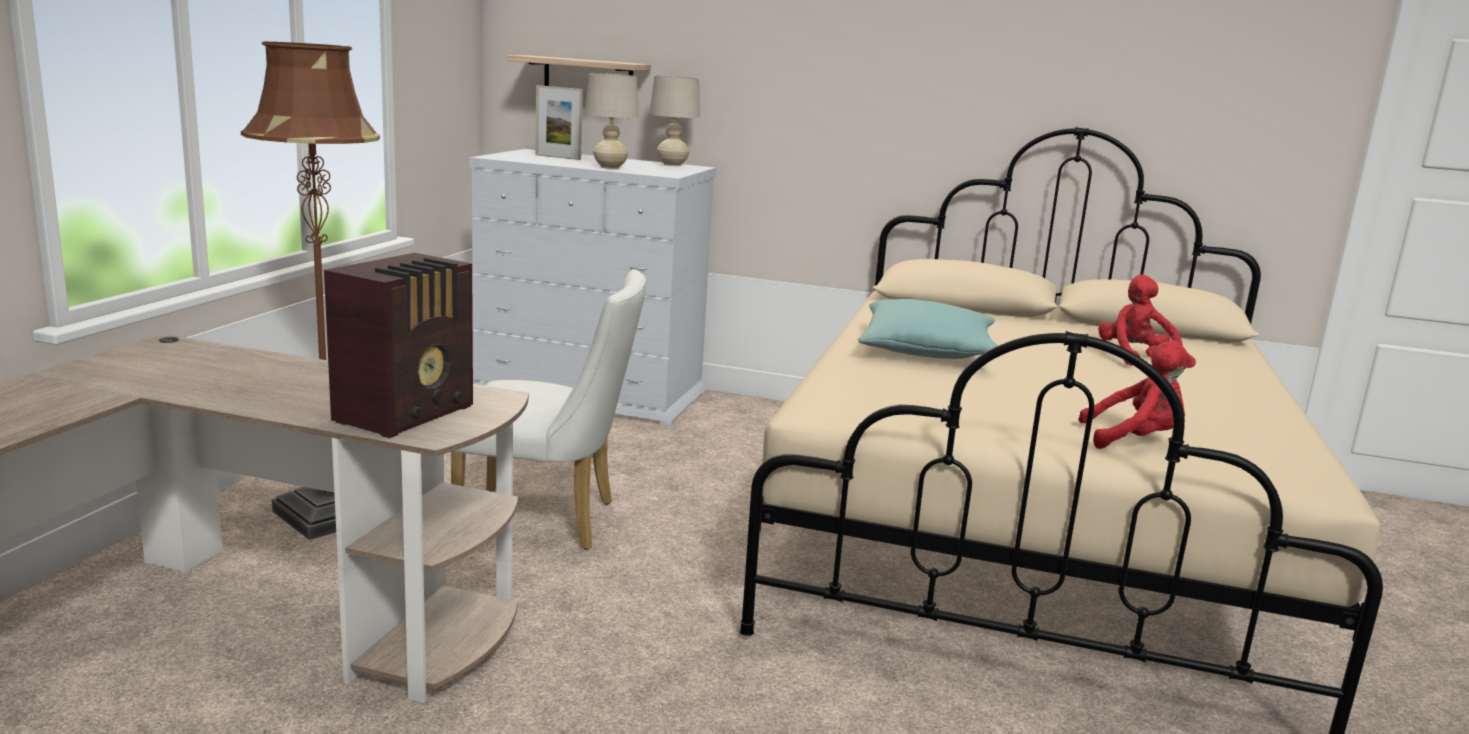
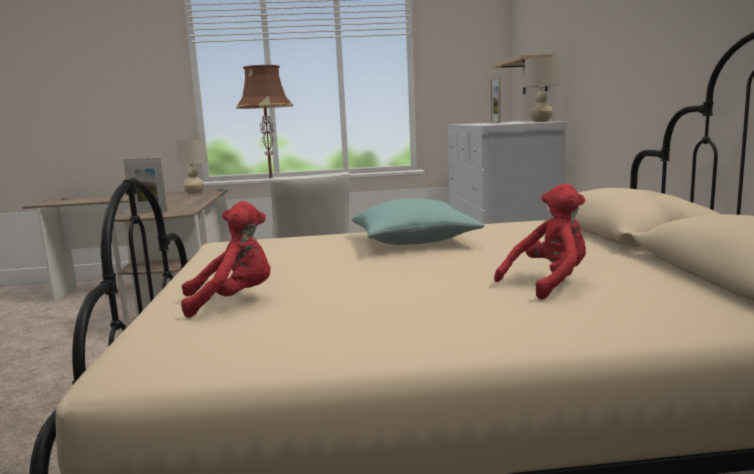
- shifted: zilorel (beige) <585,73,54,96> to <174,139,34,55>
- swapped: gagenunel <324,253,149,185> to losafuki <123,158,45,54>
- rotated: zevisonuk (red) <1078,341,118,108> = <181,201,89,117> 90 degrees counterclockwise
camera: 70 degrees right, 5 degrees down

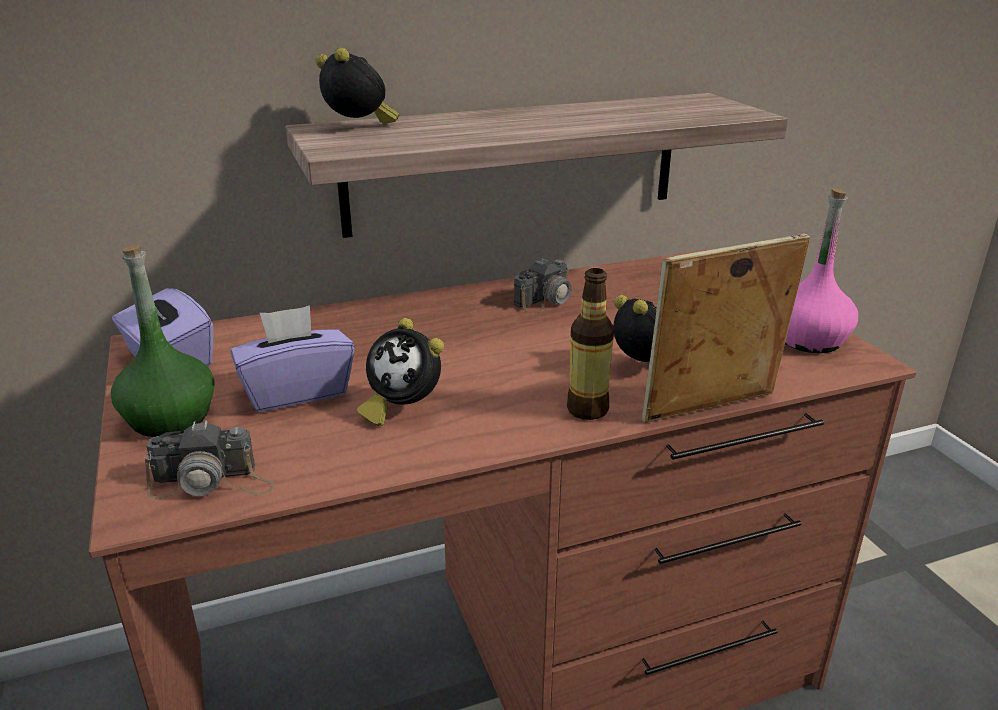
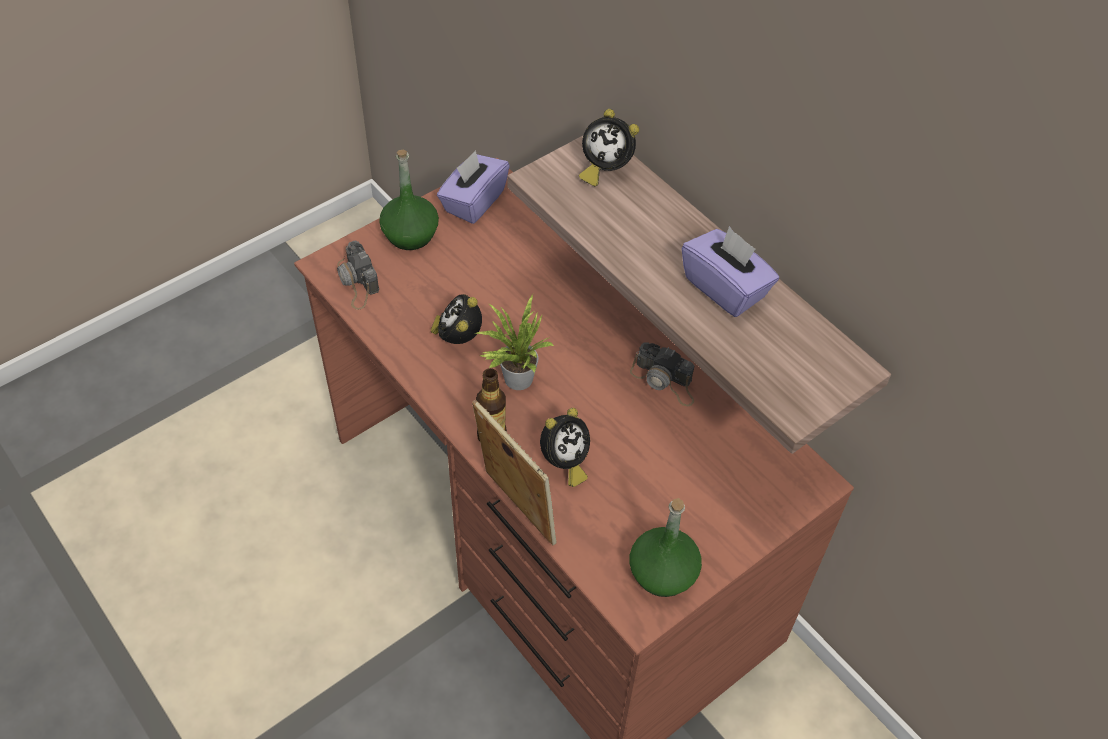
- new: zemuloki <475,294,80,96>
- shifted: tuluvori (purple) <231,306,124,106> to <682,226,97,91>
- repainted: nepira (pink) <785,188,73,165> to nepira (green) <629,498,73,99>
- rotated: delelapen <316,47,84,77> = <579,109,60,77> 90 degrees clockwise
camera: 70 degrees right, 25 degrees up

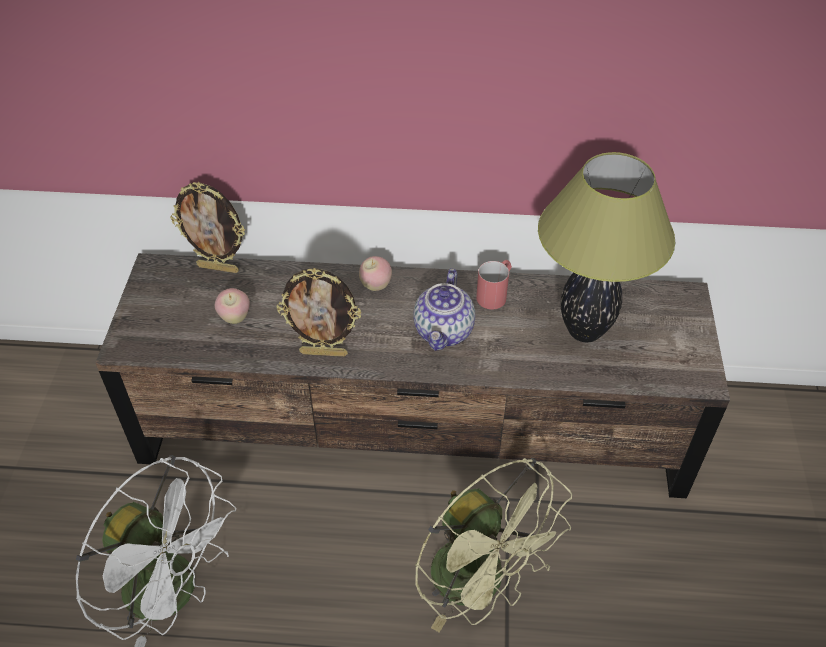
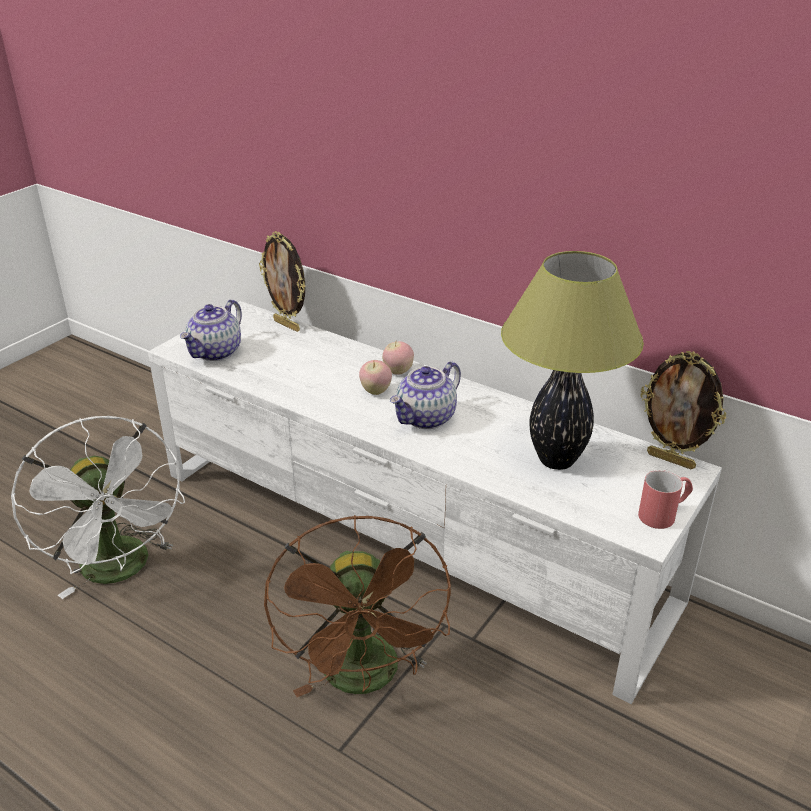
- new: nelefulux <180,300,62,61>
- shifted: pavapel <215,288,35,36> to <359,360,33,35>
- shifted: losafuki <276,268,85,89> to <640,351,86,118>
- shifted: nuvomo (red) <476,260,36,50> to <638,470,55,59>
- repainted: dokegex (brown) <96,253,634,245> to dokegex (white) <148,301,574,403>
- repainted: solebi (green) <415,458,157,174> to solebi (brown) <264,515,187,182>
camera: 30 degrees right, 15 degrees down

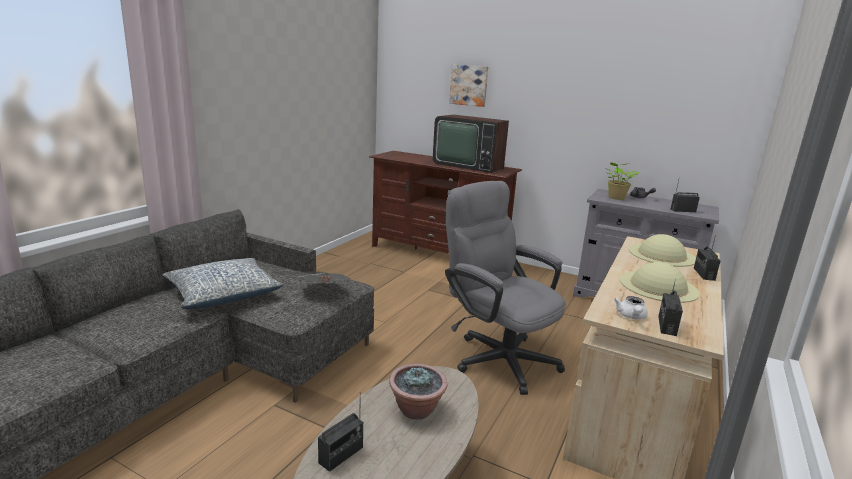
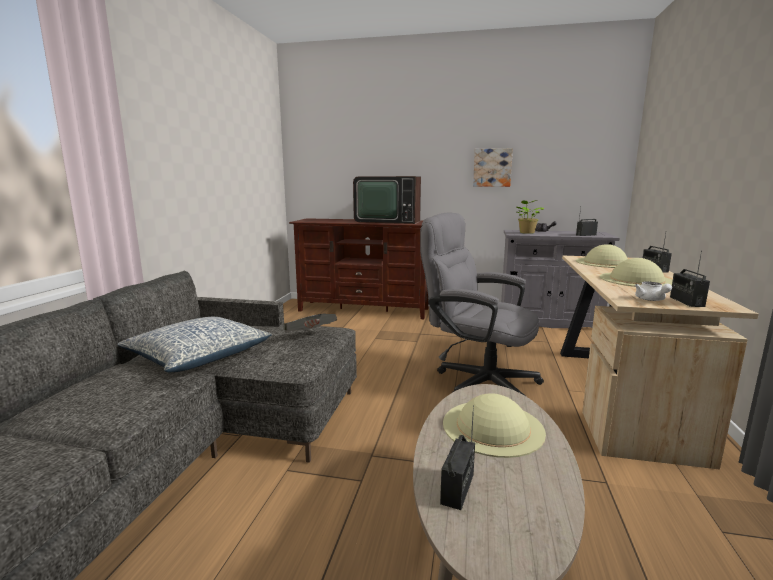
- shifted: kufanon <449,65,39,42> to <473,148,40,39>
- swapped: zemuloki <389,364,58,56> to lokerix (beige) <443,393,103,65>
camera: 15 degrees left, 5 degrees down

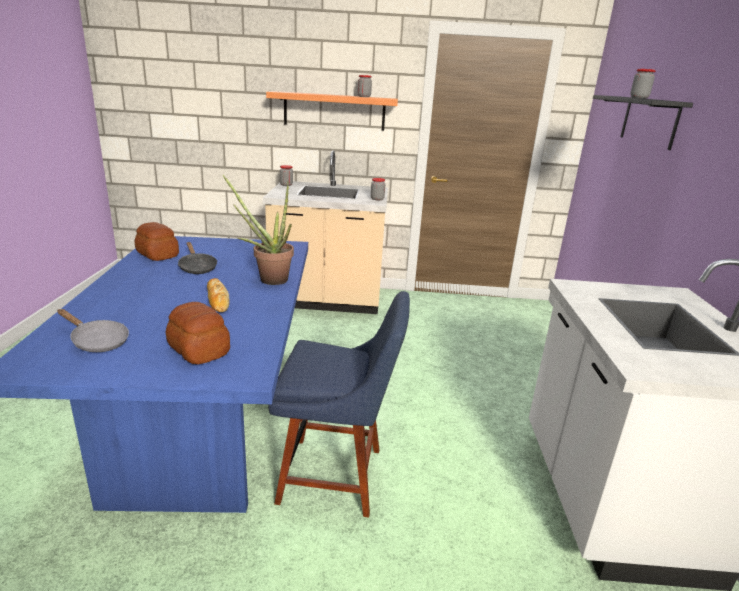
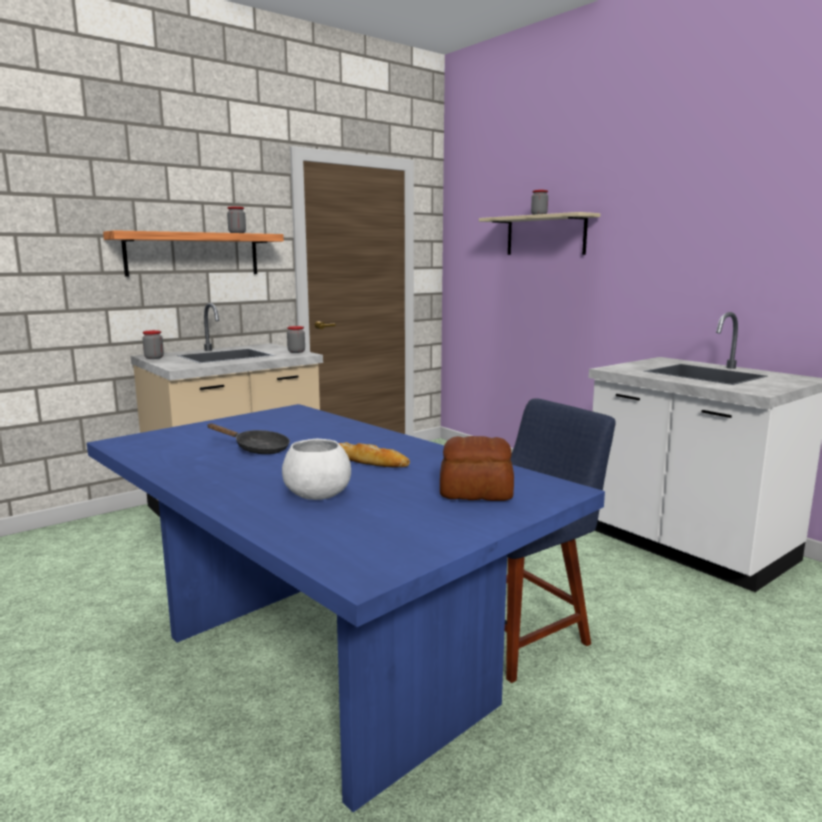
- gone: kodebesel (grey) <57,309,72,43>
- gone: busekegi <134,222,45,39>
- gone: zemuloki <223,175,71,110>
- new: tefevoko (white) <282,439,69,61>
- repainted: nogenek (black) <593,95,100,55> to nogenek (beige) <479,212,121,43>
camera: 40 degrees left, 10 degrees down

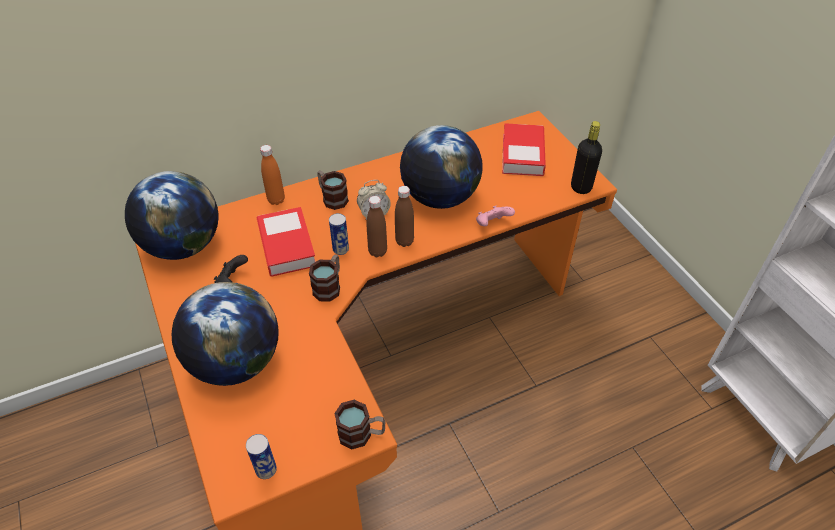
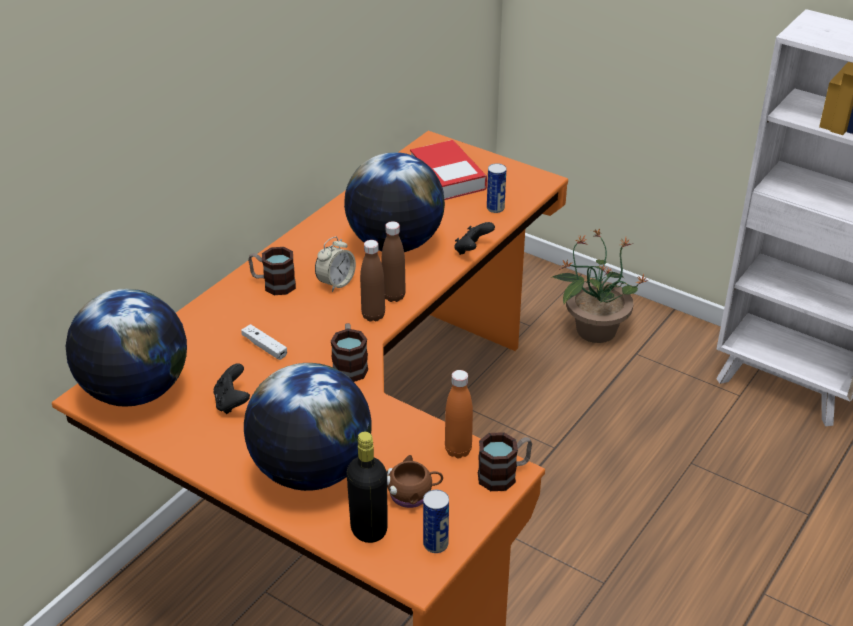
- new: nuvomo (brown) <387,455,56,53>
- new: zemuloki <553,228,95,115>
- shifted: nepira (orange) <260,145,25,60> to <445,370,28,88>
- shifted: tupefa <329,213,20,42> to <487,163,19,50>
- shifted: nepira (black) <571,121,31,73> to <346,432,42,111>
- swapped: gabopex <256,207,60,70> to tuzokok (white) <241,324,46,36>
- repainted: tuzokok (pink) <476,206,39,20> to tuzokok (black) <454,222,41,33>
camera: 30 degrees left, 10 degrees down

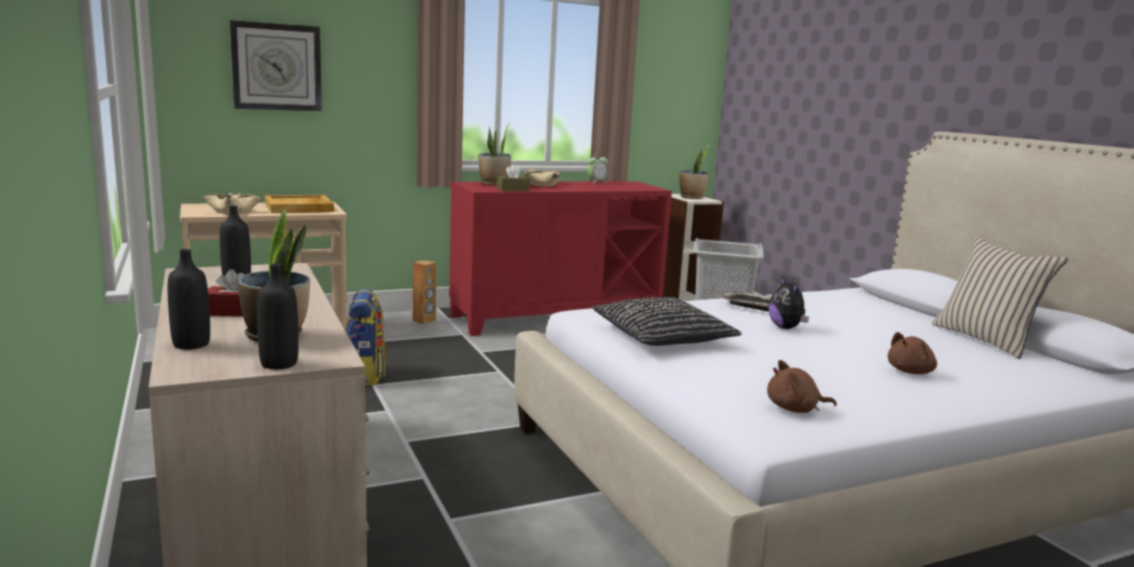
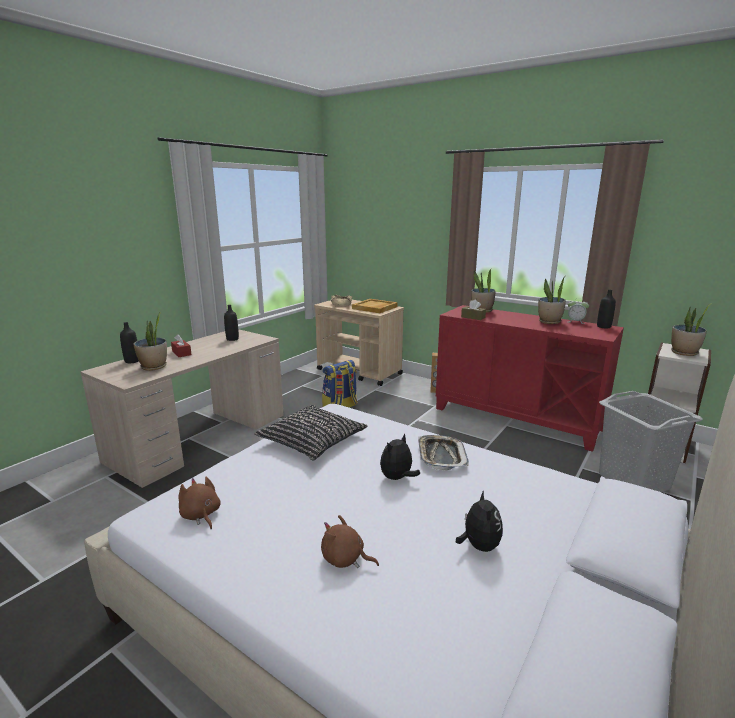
- gone: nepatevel <230,20,92,91>
- gone: tefevoko (beige) <524,169,36,17>
- gone: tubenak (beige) <932,236,136,123>
- new: zevisonuk <456,490,47,62>
- new: zemuloki <538,278,28,46>
- shifted: nepira (black) <257,264,42,105> to <597,290,19,38>
camera: 60 degrees right, 5 degrees up

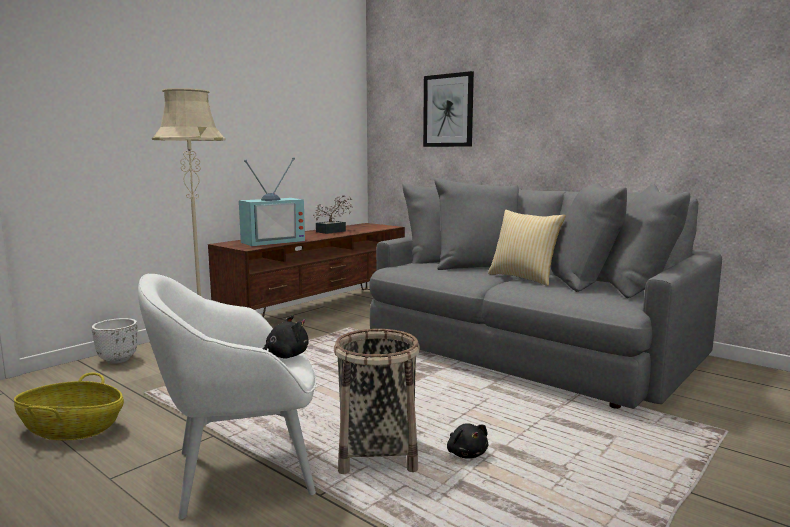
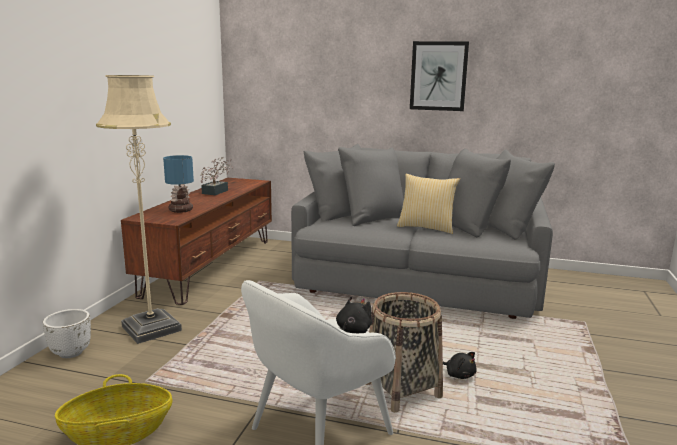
- shifted: kufanon <423,71,51,76> to <410,41,59,70>
- swapped: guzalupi <239,157,66,89> to zilorel <163,155,31,58>
camera: 25 degrees left, 5 degrees up

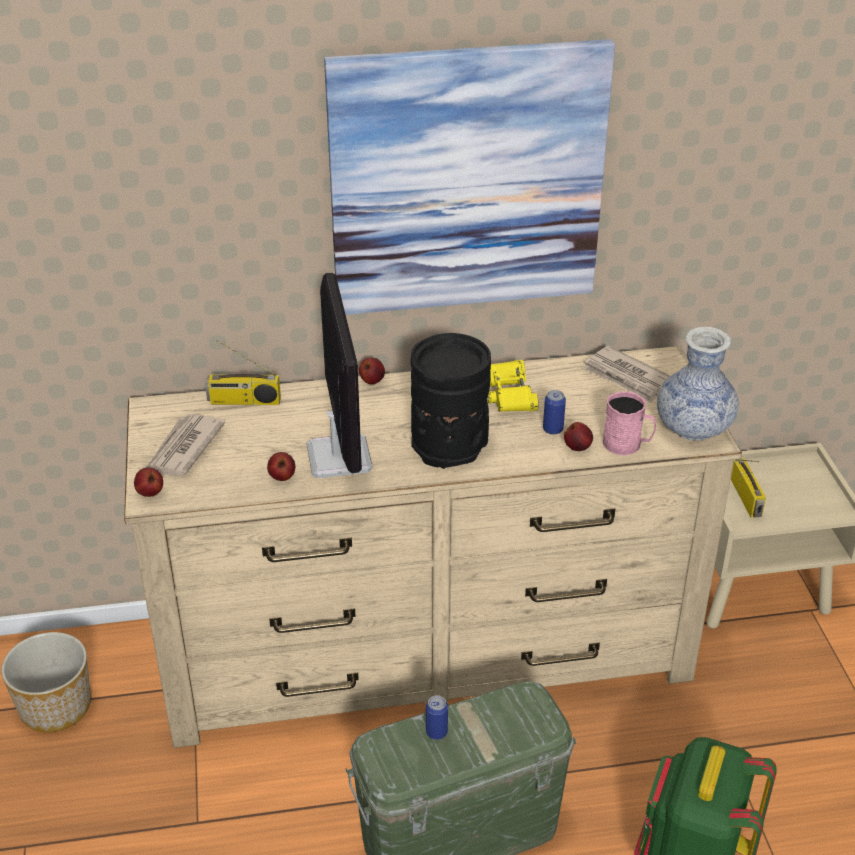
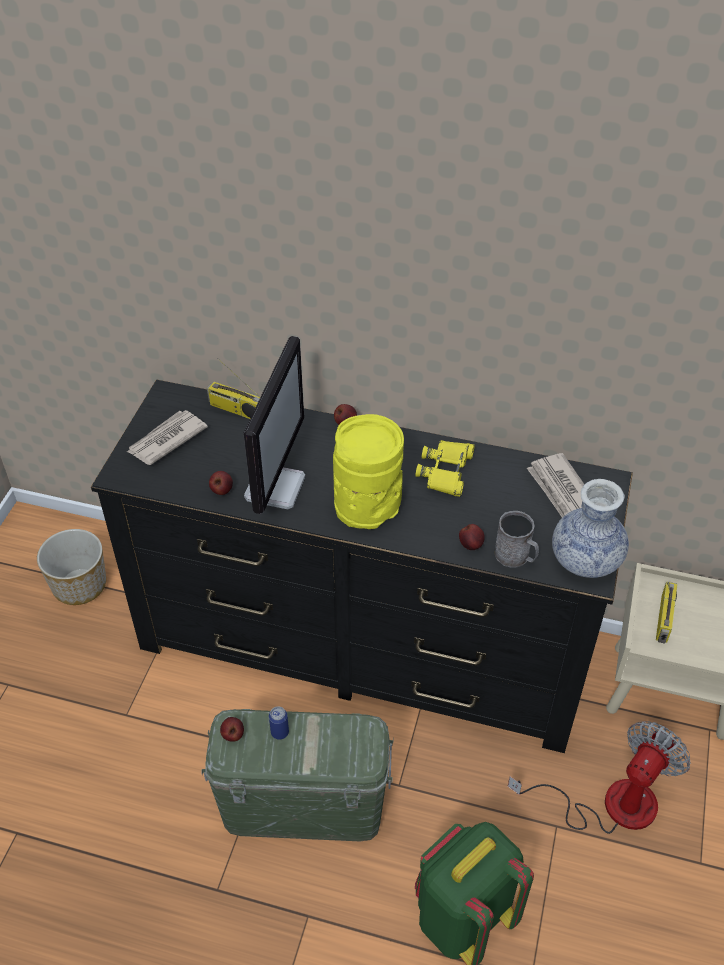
- gone: kufanon <324,39,291,276>
- gone: tupefa <543,390,23,45>
- new: solebi <508,721,183,113>
- shifted: pavapel <134,468,29,29> to <220,717,24,25>
- repainted: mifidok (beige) <124,346,618,402> to mifidok (black) <91,380,542,373>
- repainted: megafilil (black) <411,333,80,136> to megafilil (yellow) <333,414,71,115>
- repainted: nuvomo (pink) <603,391,53,64> to nuvomo (grey) <495,511,44,57>
camera: 25 degrees right, 10 degrees up

